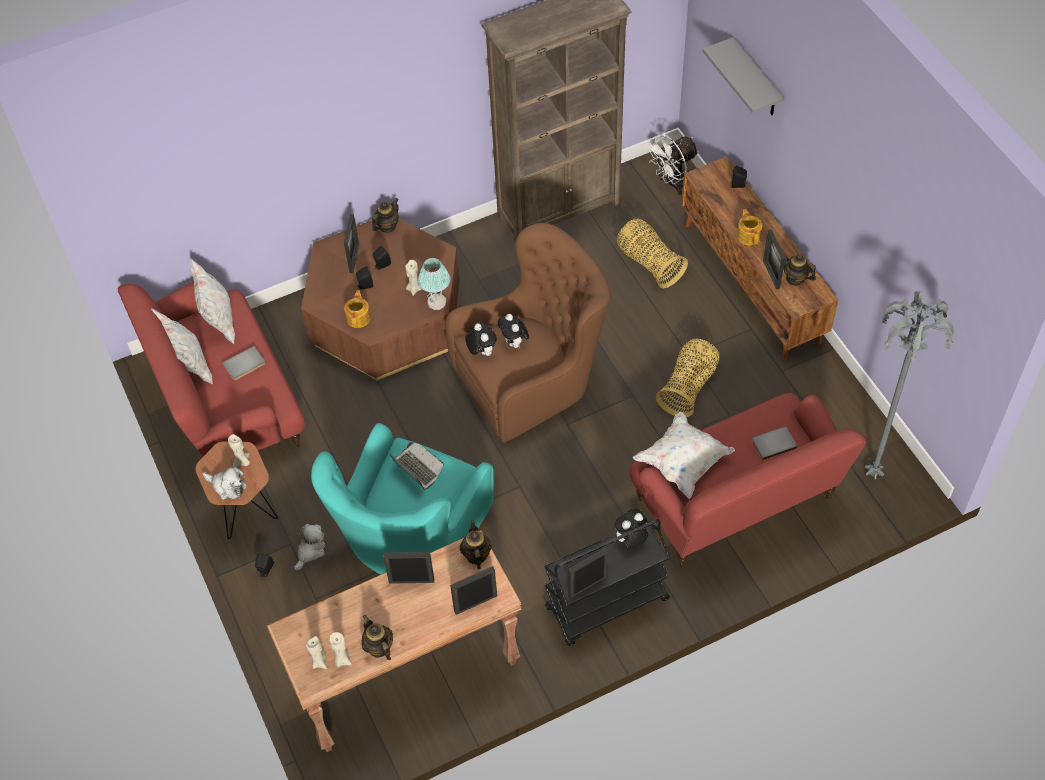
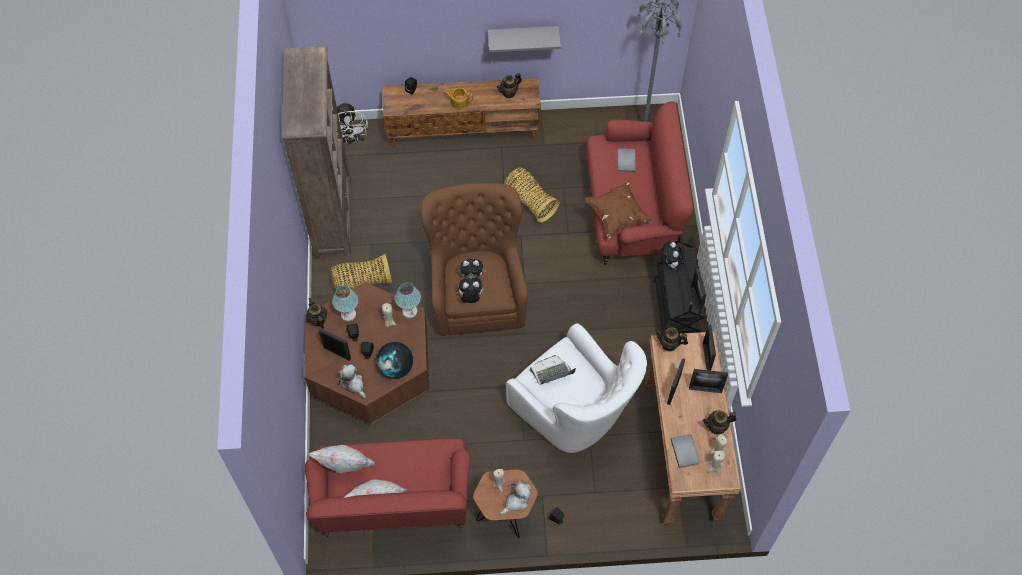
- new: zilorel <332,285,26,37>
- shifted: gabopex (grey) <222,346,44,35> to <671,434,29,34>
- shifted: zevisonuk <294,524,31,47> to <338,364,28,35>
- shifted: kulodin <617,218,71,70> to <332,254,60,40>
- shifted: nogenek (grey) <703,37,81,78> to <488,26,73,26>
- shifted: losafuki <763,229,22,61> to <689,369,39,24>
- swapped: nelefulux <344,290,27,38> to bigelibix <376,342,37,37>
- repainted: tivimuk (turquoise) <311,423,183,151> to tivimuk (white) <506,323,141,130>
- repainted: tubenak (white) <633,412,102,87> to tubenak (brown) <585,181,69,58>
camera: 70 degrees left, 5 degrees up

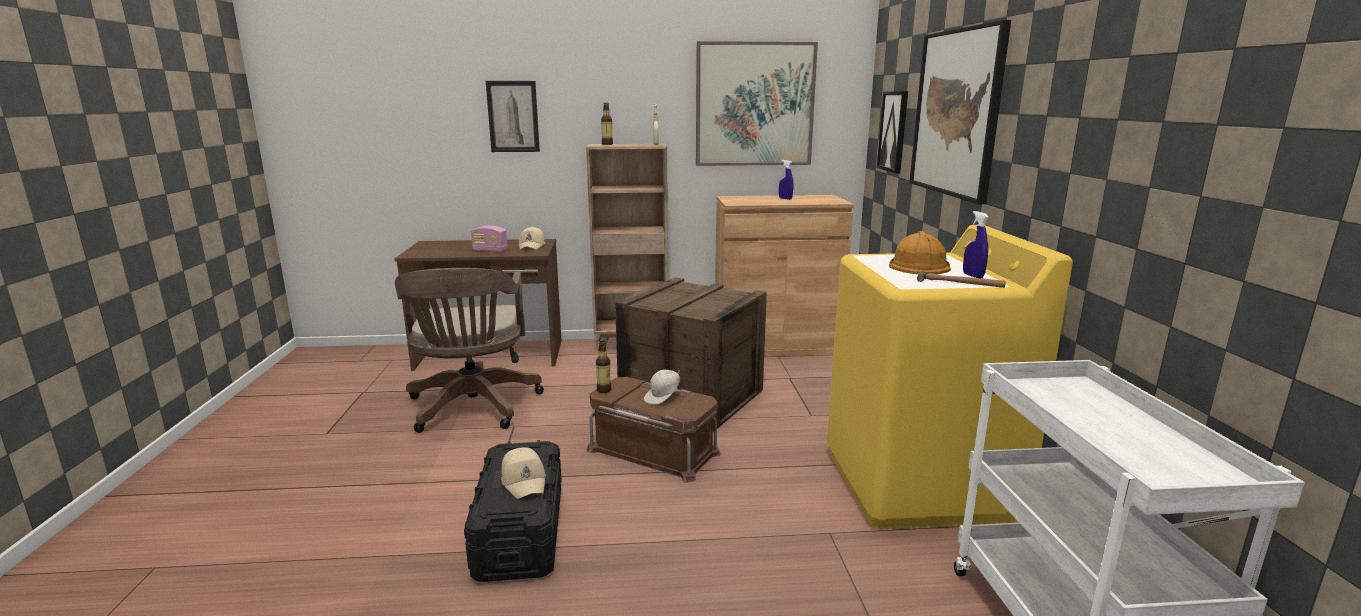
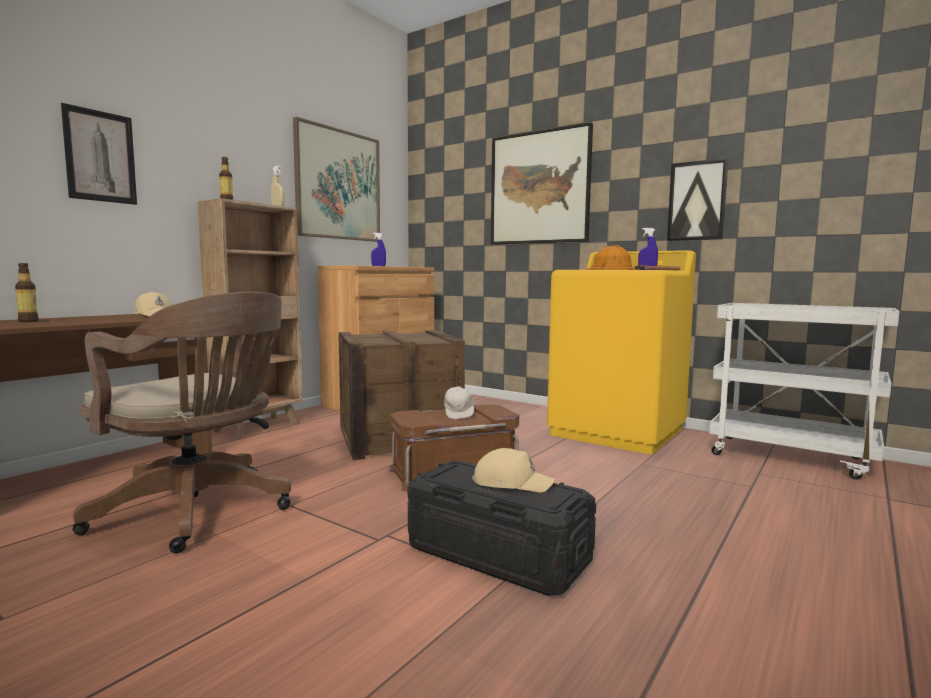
- gone: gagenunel <471,225,37,27>
- shifted: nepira <596,341,15,52> to <15,263,24,59>
- shifted: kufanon <877,91,31,82> to <667,158,62,83>
camera: 50 degrees left, 10 degrees down

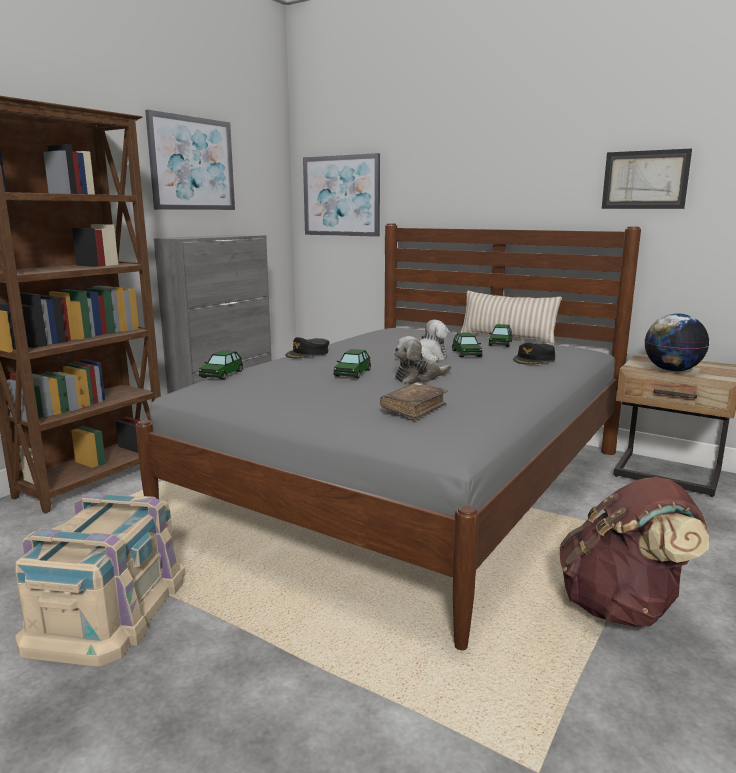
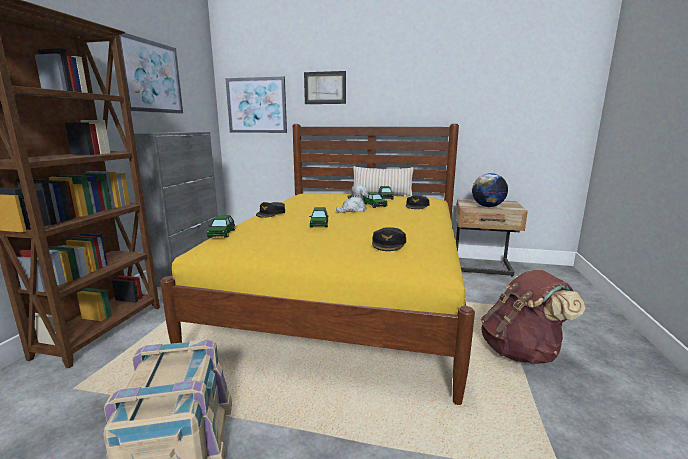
- gone: zevisonuk <394,336,57,48>
- shifted: kufanon <602,148,90,61> to <304,71,42,33>
- swapped: gabopex (brown) <380,383,68,37> to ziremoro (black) <372,227,34,24>
- repainted: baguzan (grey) <136,223,505,427> to baguzan (yellow) <160,124,315,281>
camera: 20 degrees left, 0 degrees up

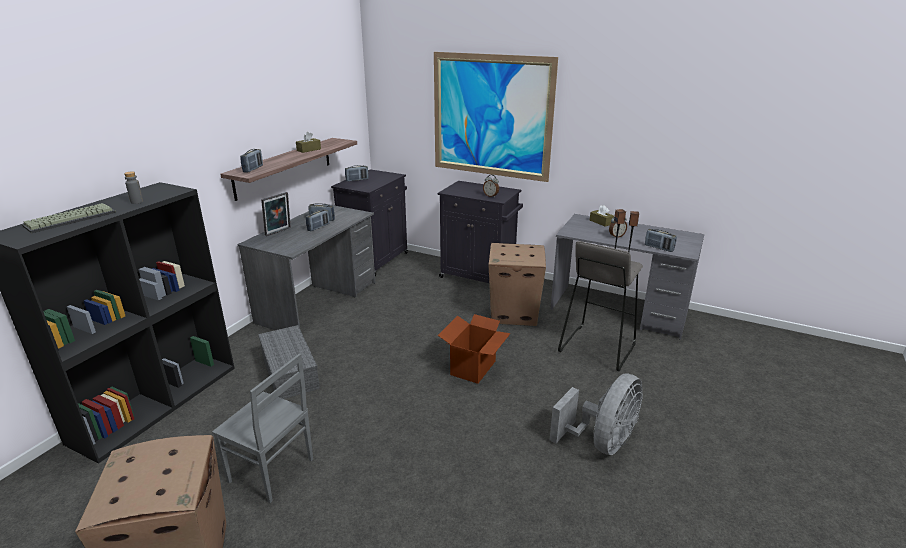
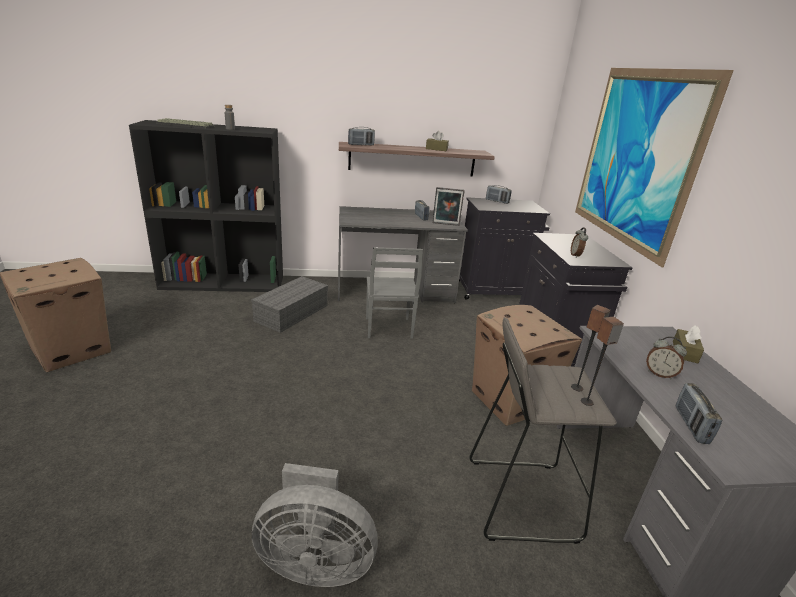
- gone: gagenunel <306,209,23,22>
- gone: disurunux <438,314,73,70>
- shifted: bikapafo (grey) <212,353,101,150> to <366,247,57,92>
- shifted: losafuki <261,192,30,44> to <432,187,33,39>
camera: 55 degrees right, 0 degrees up

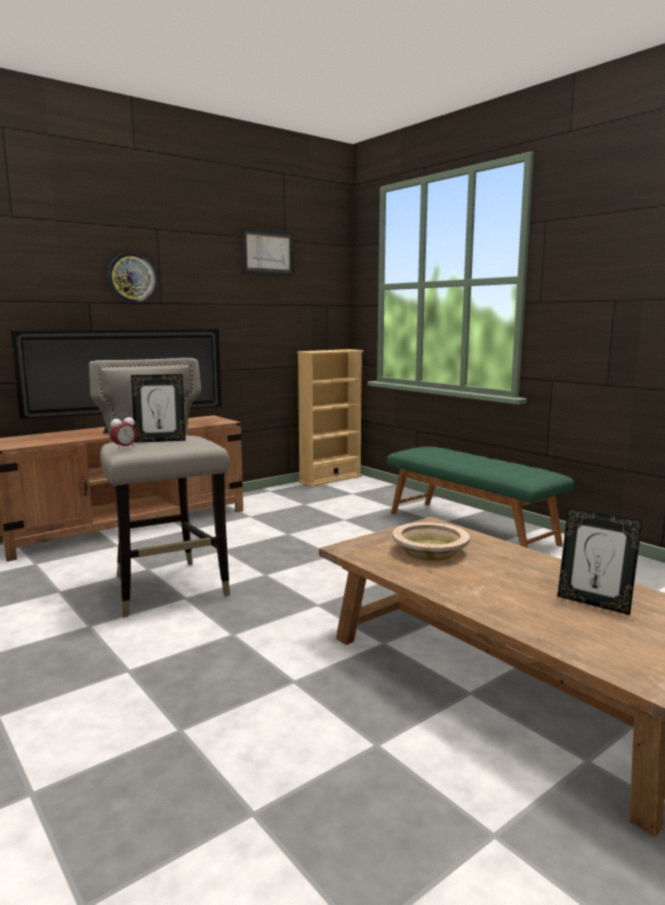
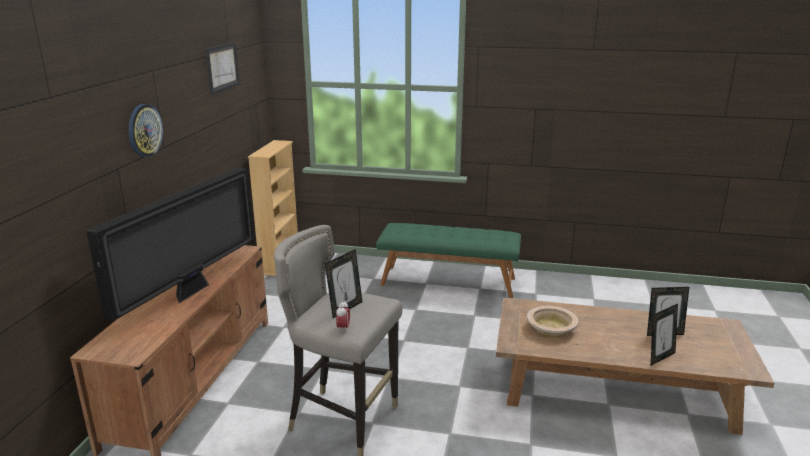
- new: losafuki <651,304,27,61>
camera: 40 degrees left, 10 degrees up

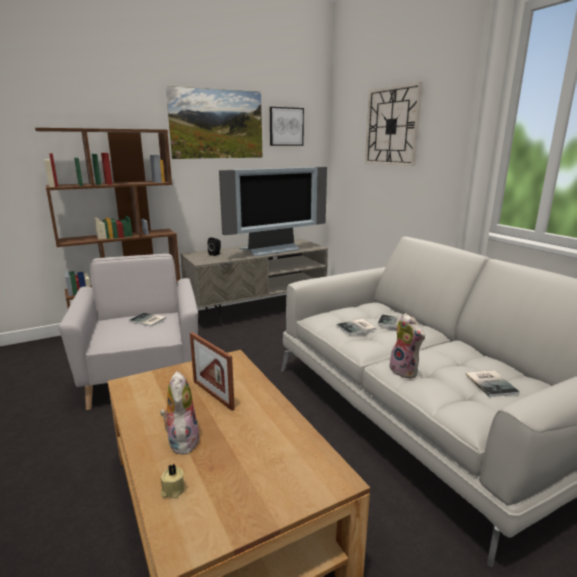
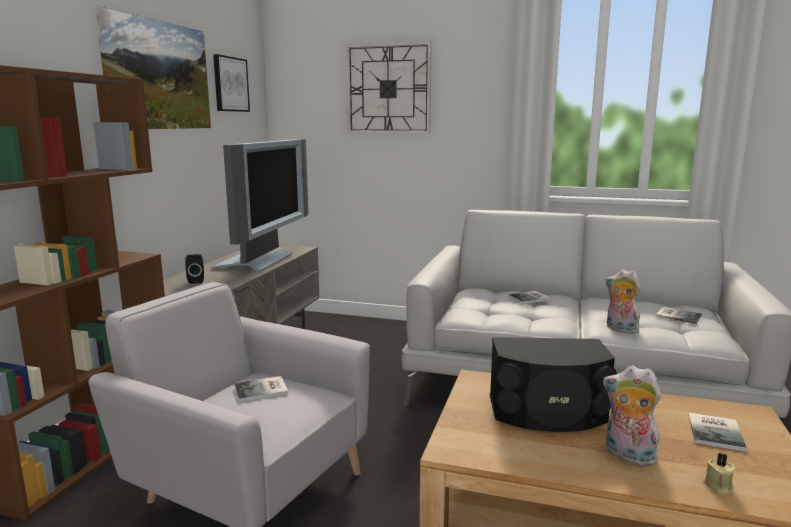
- shifted: gabopex <337,319,39,16> to <688,413,59,39>
- swapped: losafuki <190,332,45,79> to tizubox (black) <490,337,127,95>
- rotated: zevisonuk <389,313,36,65> = <605,269,36,65> 150 degrees counterclockwise
camera: 45 degrees left, 5 degrees down

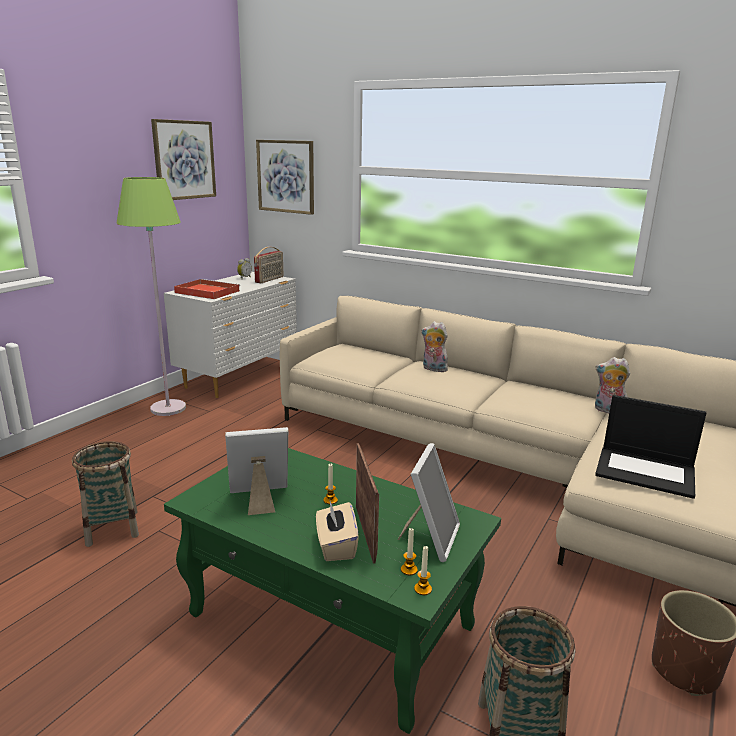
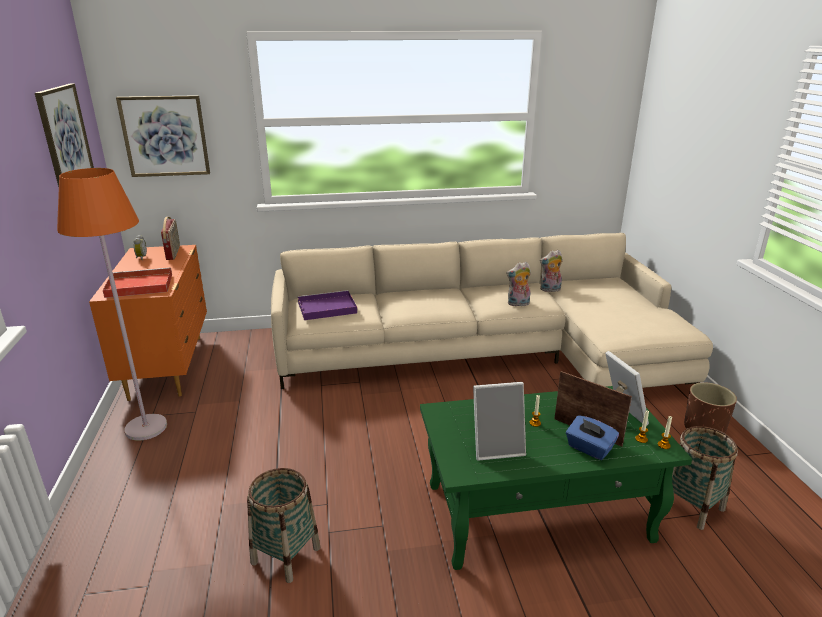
- gone: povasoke <595,395,111,104>
- new: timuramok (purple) <298,290,59,30>
- shifted: zevisonuk <421,321,27,51> to <506,262,25,44>
- repainted: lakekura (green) <116,177,70,239> to lakekura (orange) <57,168,110,273>
- repainted: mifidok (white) <164,272,133,126> to mifidok (orange) <89,245,118,156>
- repainted: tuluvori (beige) <316,502,43,59> to tuluvori (blue) <566,415,53,45>
- rotated: losafuki <225,427,63,88> = <473,382,53,79> 135 degrees counterclockwise
camera: 40 degrees left, 5 degrees up

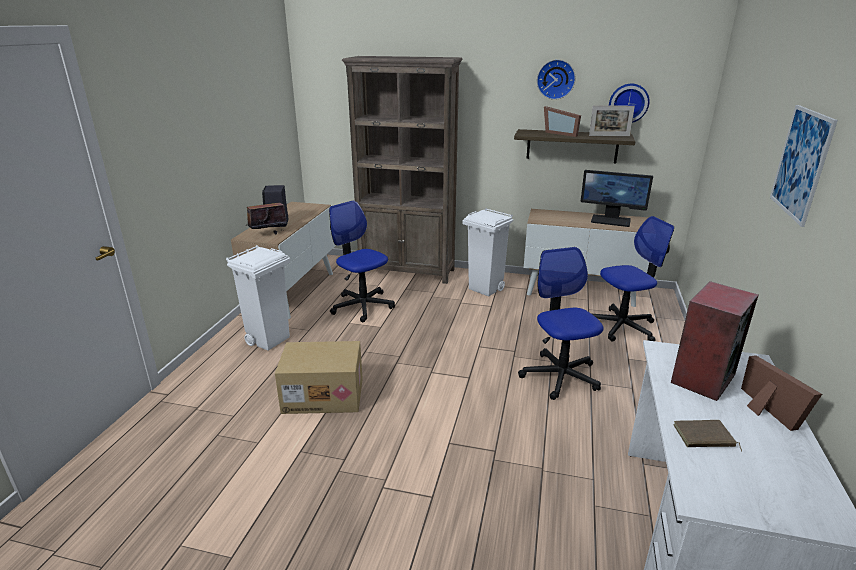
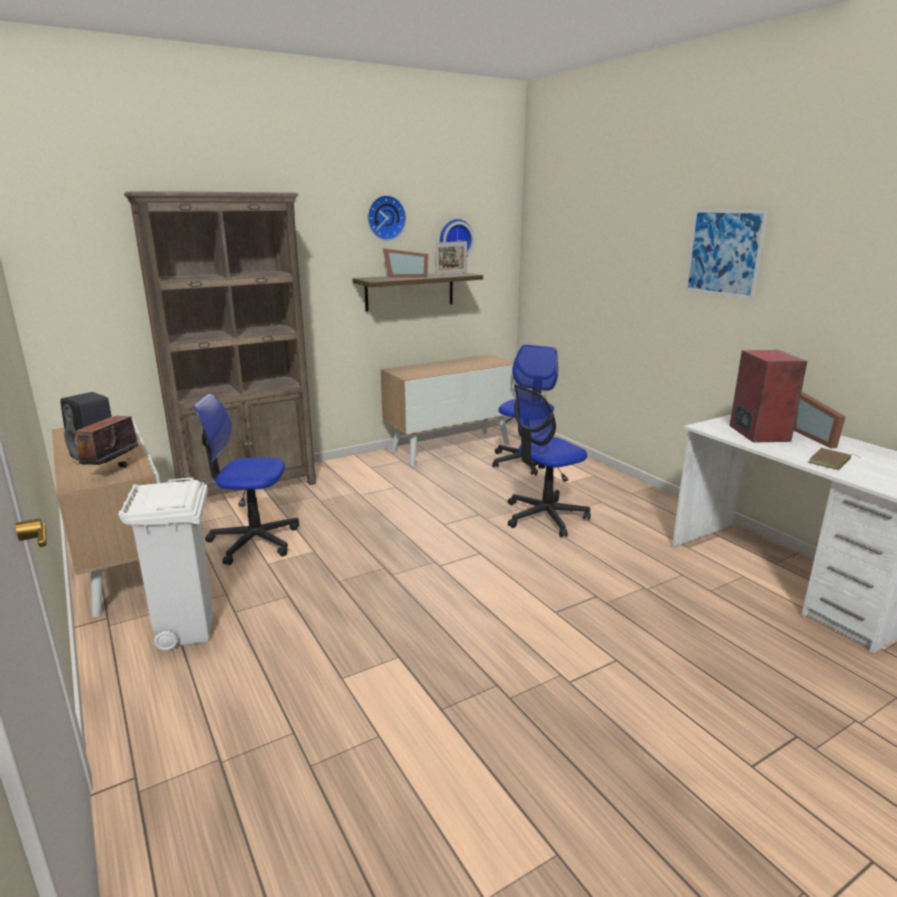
- gone: disurunux <275,341,88,73>
- gone: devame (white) <462,208,51,89>
- gone: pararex <581,170,72,57>
- rotated: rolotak <518,247,86,153> = <508,384,83,153> 60 degrees counterclockwise
- rotated: losafuki <741,355,81,76> = <794,391,52,57> 135 degrees counterclockwise
camera: 45 degrees left, 5 degrees down

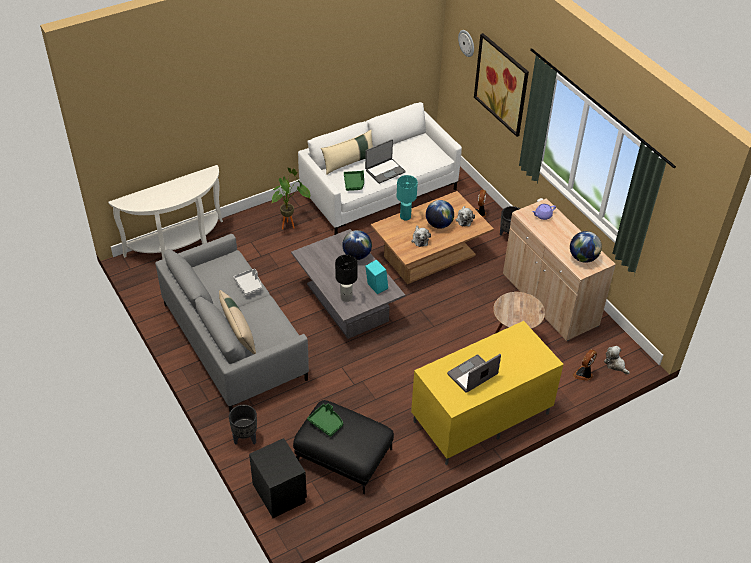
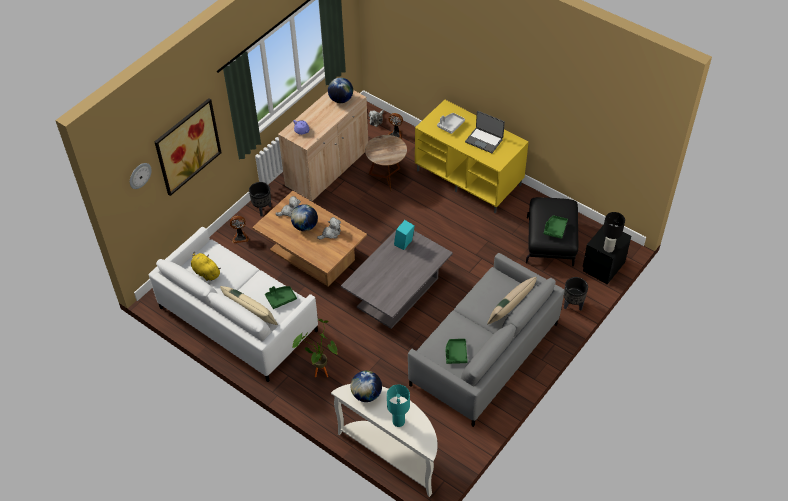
- gone: povasoke <365,139,41,45>
- new: zevisonuk (yellow) <191,252,30,29>
- new: timuramok (green) <446,339,22,25>
- shifted: timuramok (grey) <234,269,28,27> to <437,113,28,21>
- shifted: zilorel (black) <335,255,23,47> to <603,212,22,40>
- shifted: bigelibix <342,230,30,30> to <351,371,31,31>
- shifted: zilorel (turquoise) <397,175,21,45> to <387,384,23,43>
camera: 110 degrees left, 5 degrees up

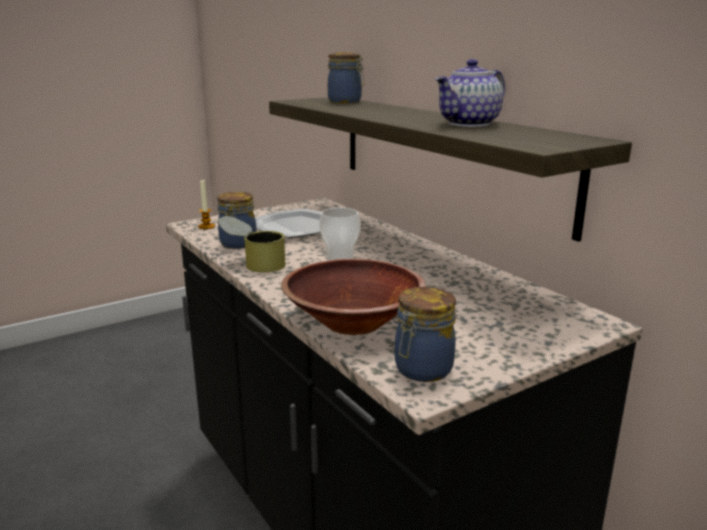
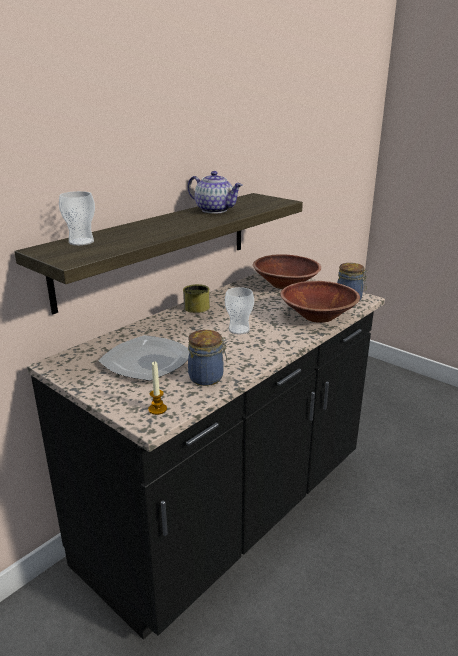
- new: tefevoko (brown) <253,254,68,35>
- shifted: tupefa <218,216,68,57> to <183,284,27,29>
- swapped: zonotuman <328,52,36,51> to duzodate <59,191,36,55>
camera: 105 degrees left, 5 degrees up

